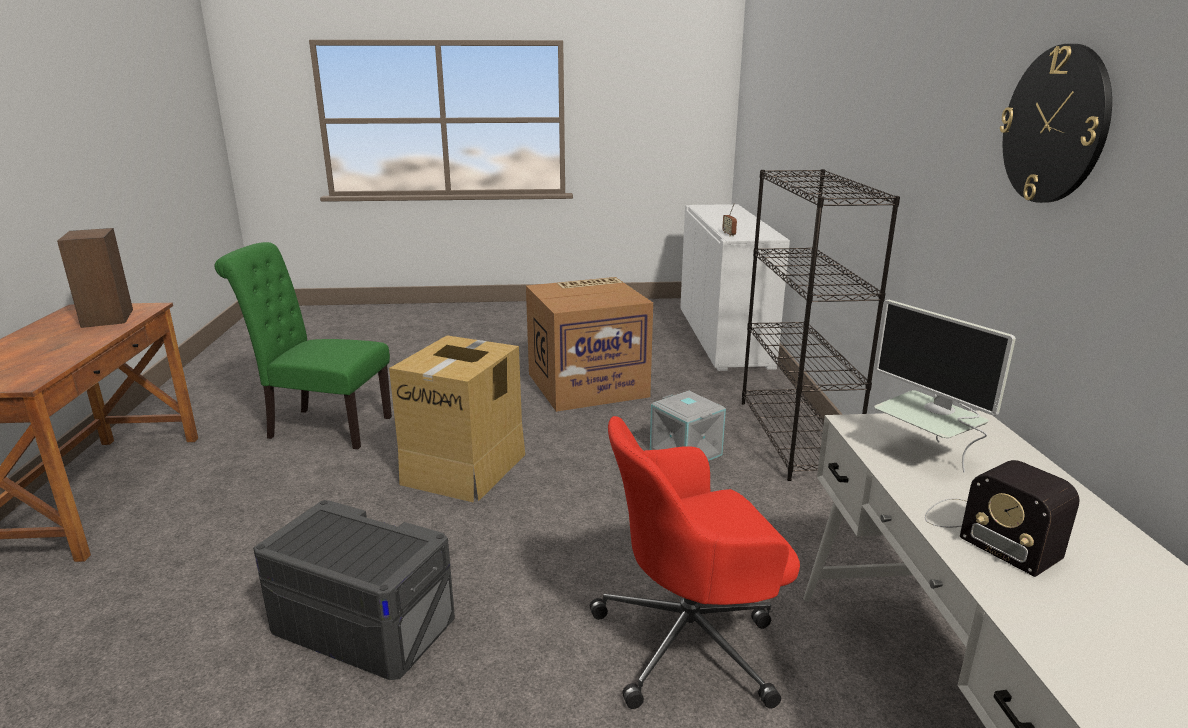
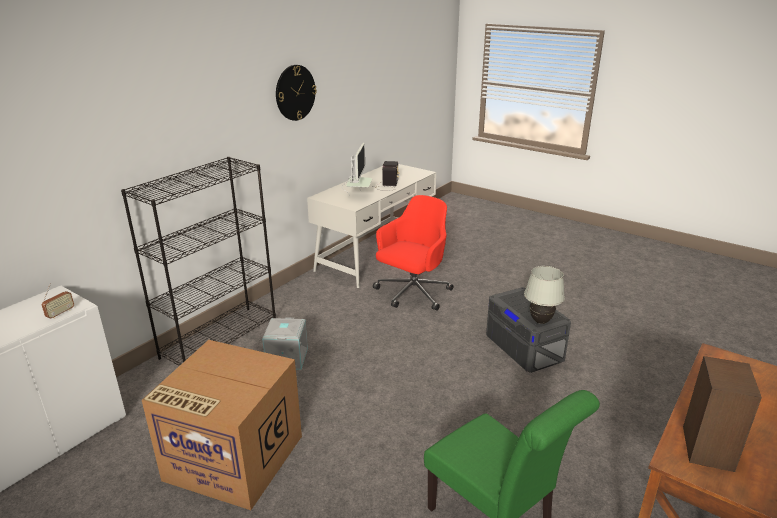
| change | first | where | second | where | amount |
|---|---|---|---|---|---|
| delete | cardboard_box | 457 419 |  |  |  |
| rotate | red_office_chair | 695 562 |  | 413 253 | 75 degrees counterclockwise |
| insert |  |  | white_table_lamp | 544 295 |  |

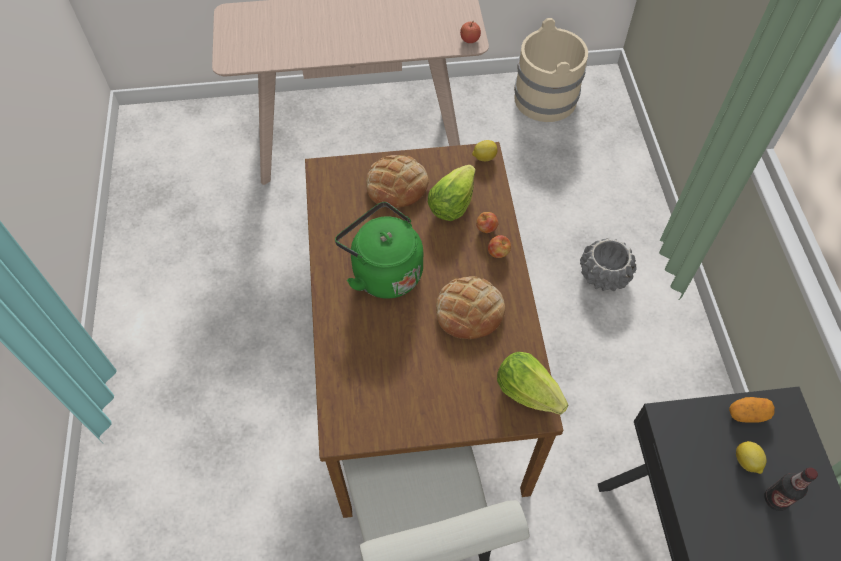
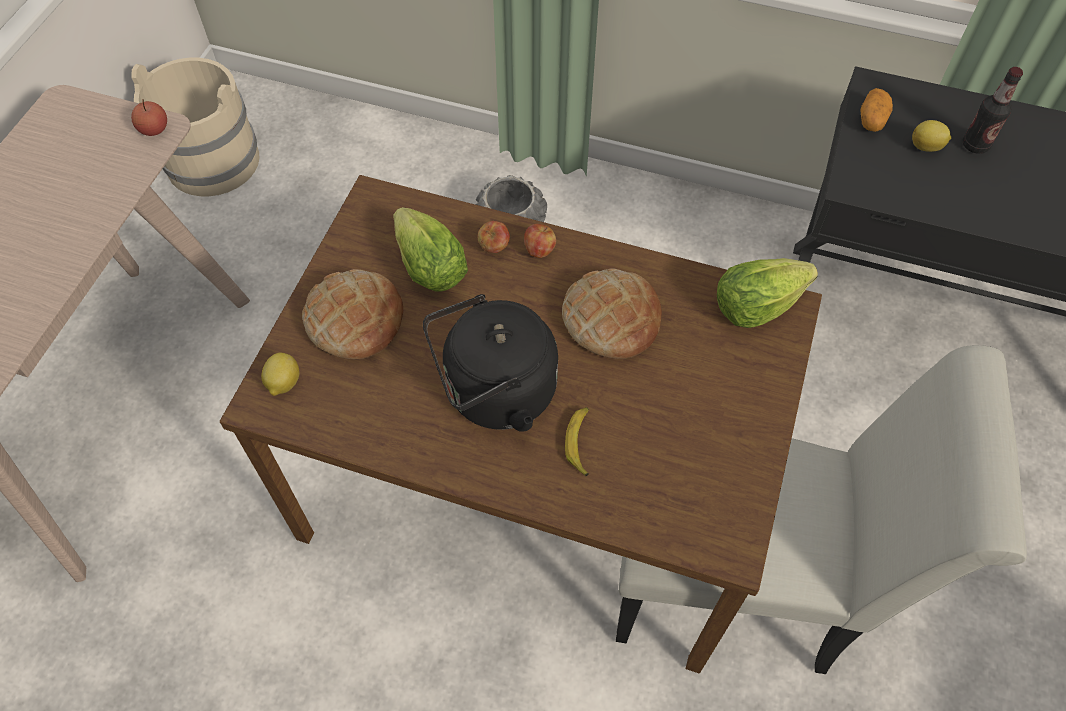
| change | first | where | second | where | amount |
|---|---|---|---|---|---|
| move | lemon | 484 150 |  | 280 374 |  |
| recolor | green_kettle | 379 250 | black_kettle | 490 363 |  |
| insert |  |  | banana | 577 441 |  |

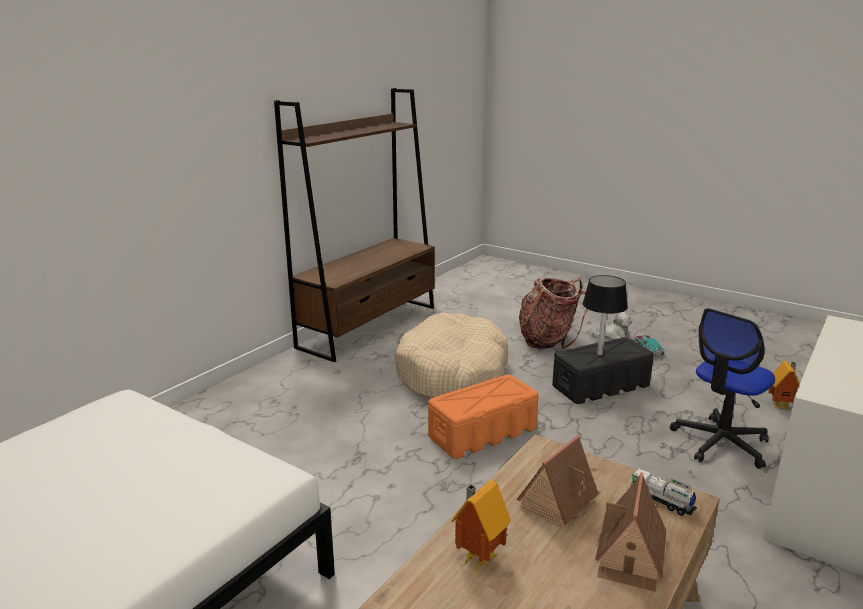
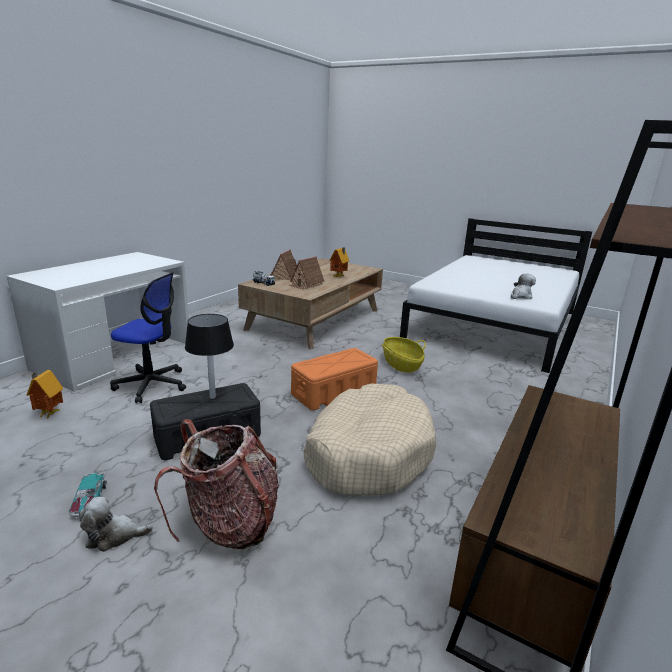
| change | first | where | second | where | amount |
|---|---|---|---|---|---|
| rotate | office_chair | 722 388 |  | 148 337 | 60 degrees clockwise |
| insert |  |  | plush_toy | 523 286 |  |
| insert |  |  | basket | 403 355 |  |

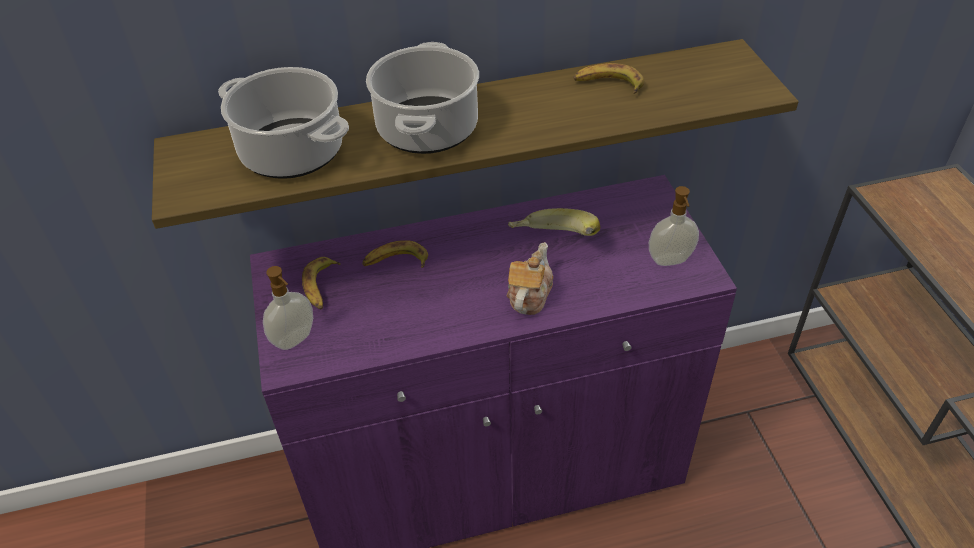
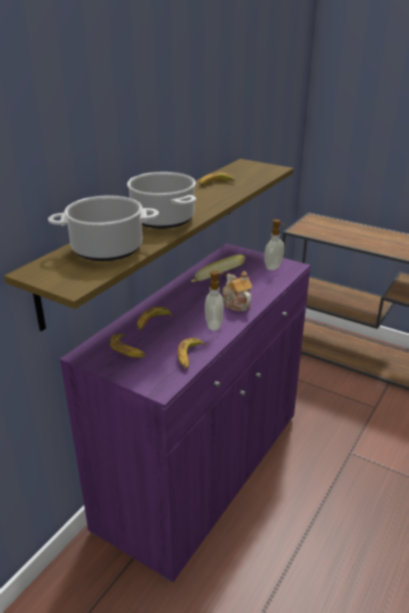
| change | first | where | second | where | amount |
|---|---|---|---|---|---|
| move | soap_dispenser | 288 308 |  | 216 300 |  |
| insert |  |  | banana | 191 353 |  |

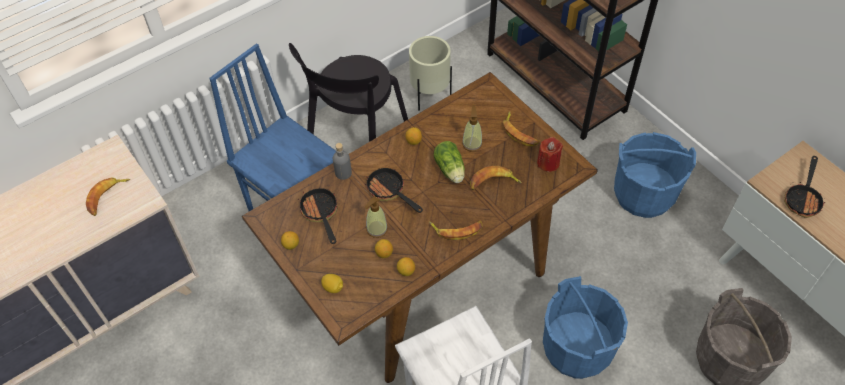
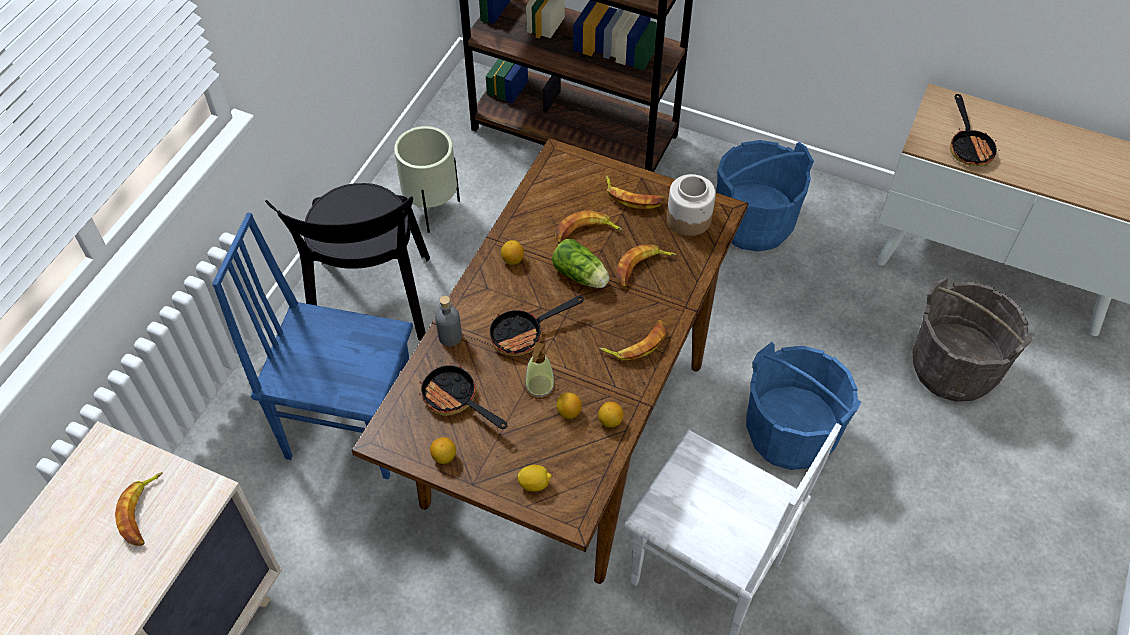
| change | first | where | second | where | amount |
|---|---|---|---|---|---|
| replace | soap_dispenser | 472 128 | banana | 589 227 |  |
| replace | red_candle | 550 154 | jar | 691 205 |  |
| rotate | frying_pan | 394 190 |  | 537 326 | 45 degrees counterclockwise |

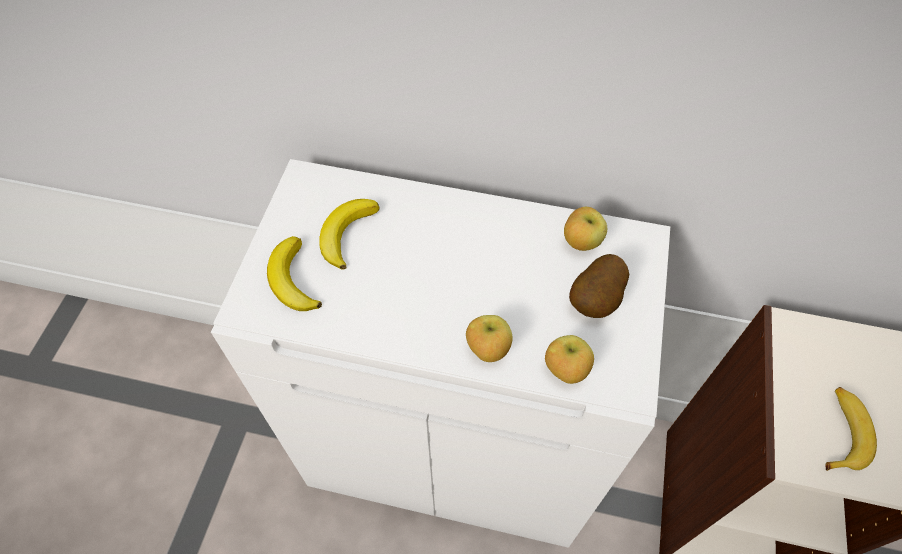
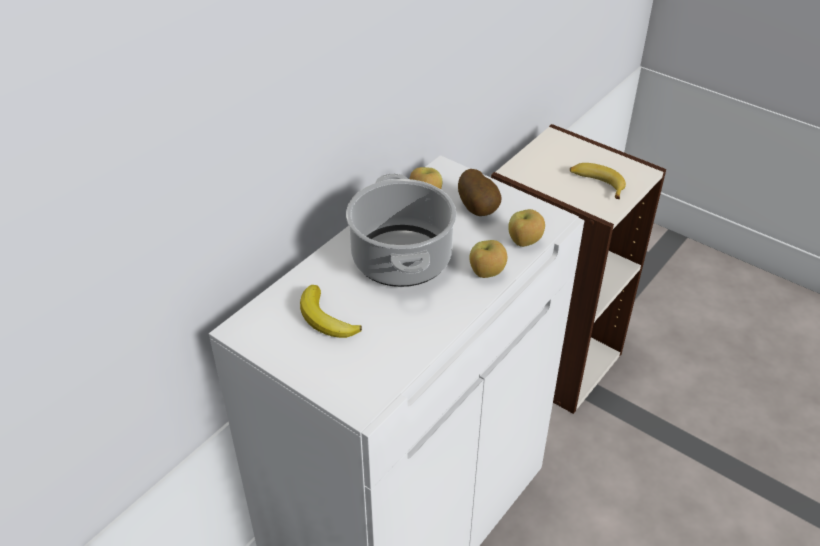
| change | first | where | second | where | amount |
|---|---|---|---|---|---|
| delete | banana | 294 273 |  |  |  |
| insert |  |  | cooking_pot | 401 230 |  |

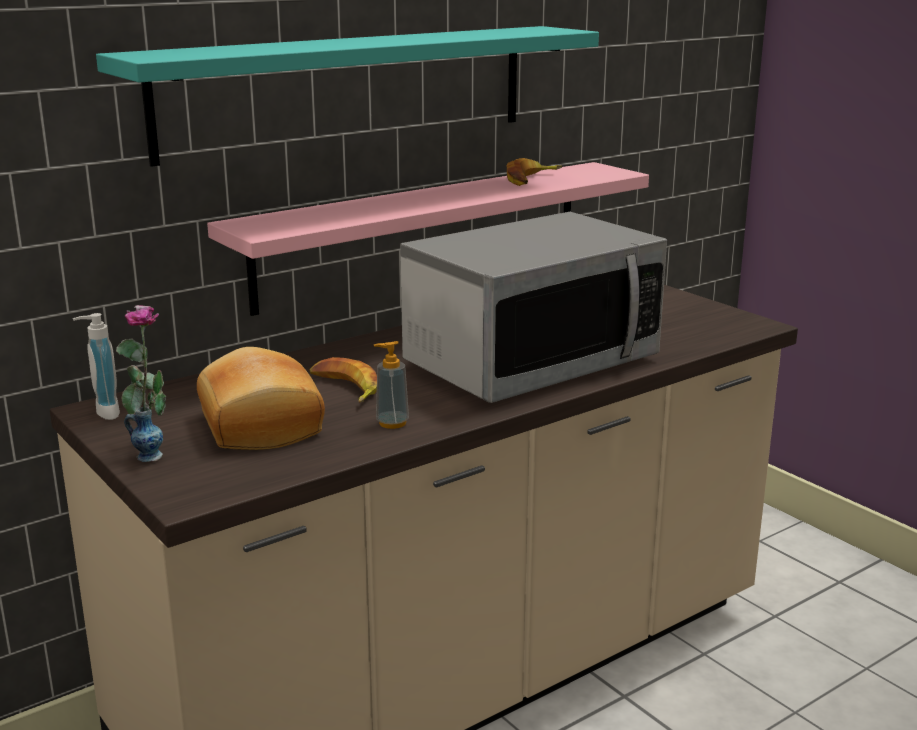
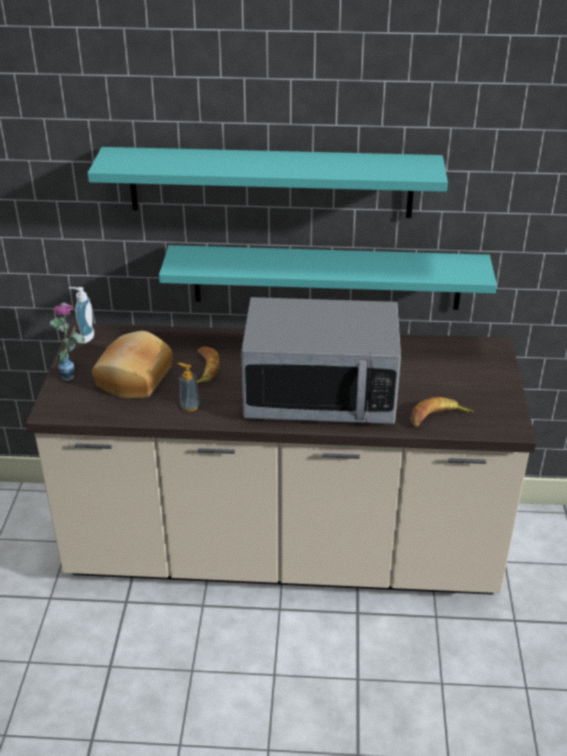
| change | first | where | second | where | amount |
|---|---|---|---|---|---|
| move | banana | 534 172 |  | 442 412 |  |
| recolor | pink_shelf | 428 239 | turquoise_shelf | 328 277 |  |

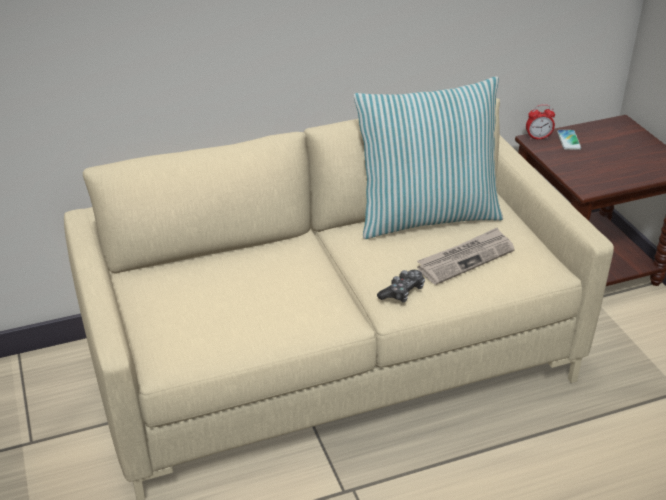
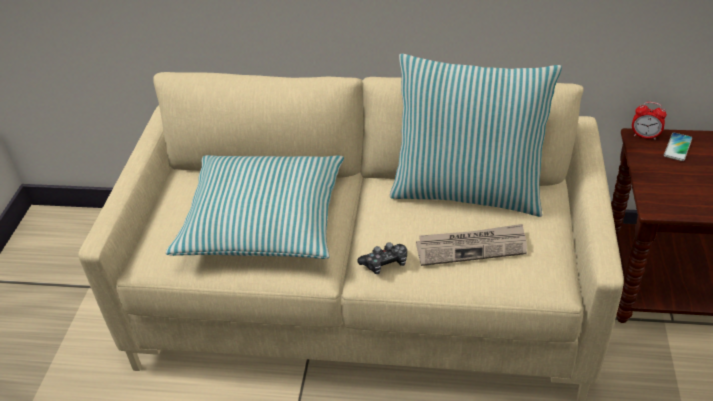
| change | first | where | second | where | amount |
|---|---|---|---|---|---|
| insert |  |  | pillow | 255 207 |  |

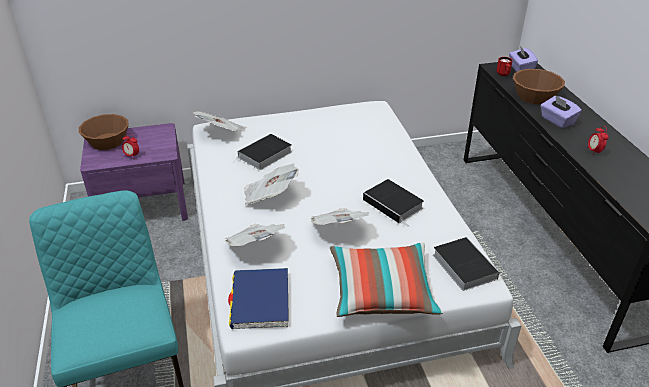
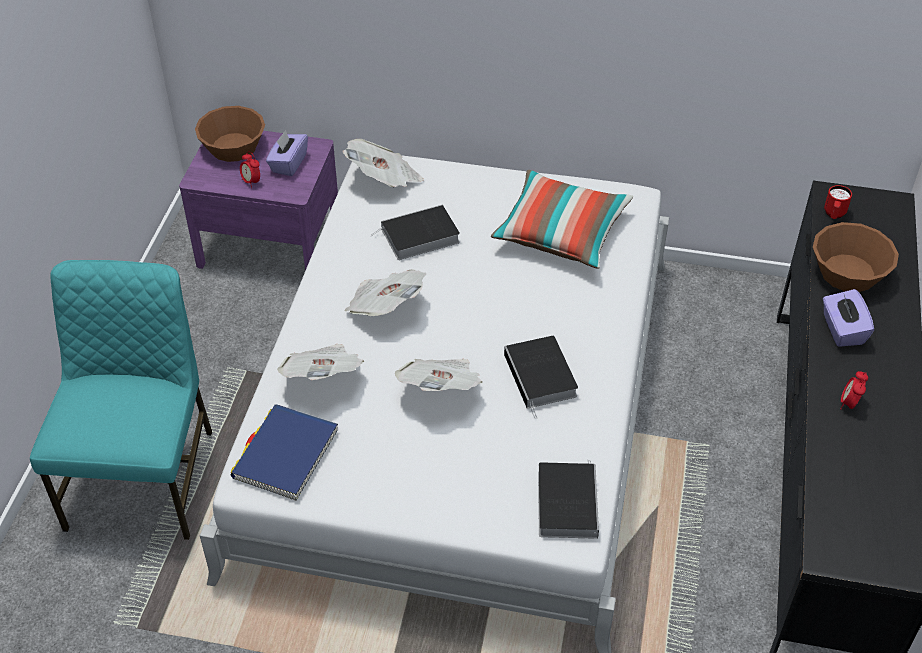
| change | first | where | second | where | amount |
|---|---|---|---|---|---|
| move | purple_tissue_box | 523 59 |  | 287 153 |  |
| move | pillow | 386 279 |  | 562 219 |  |

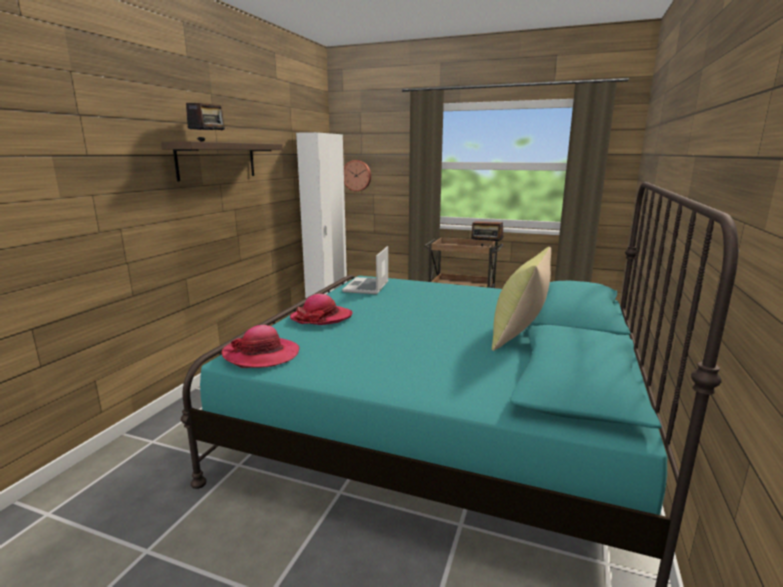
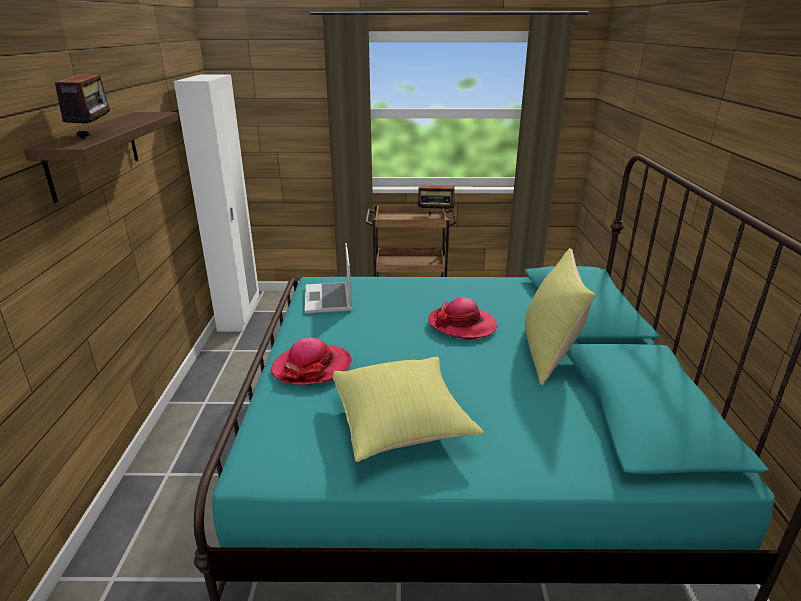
| change | first | where | second | where | amount |
|---|---|---|---|---|---|
| delete | wall_clock | 357 175 |  |  |  |
| move | hat | 260 346 |  | 462 318 |  |
| insert |  |  | yellow_pillow | 408 409 |  |

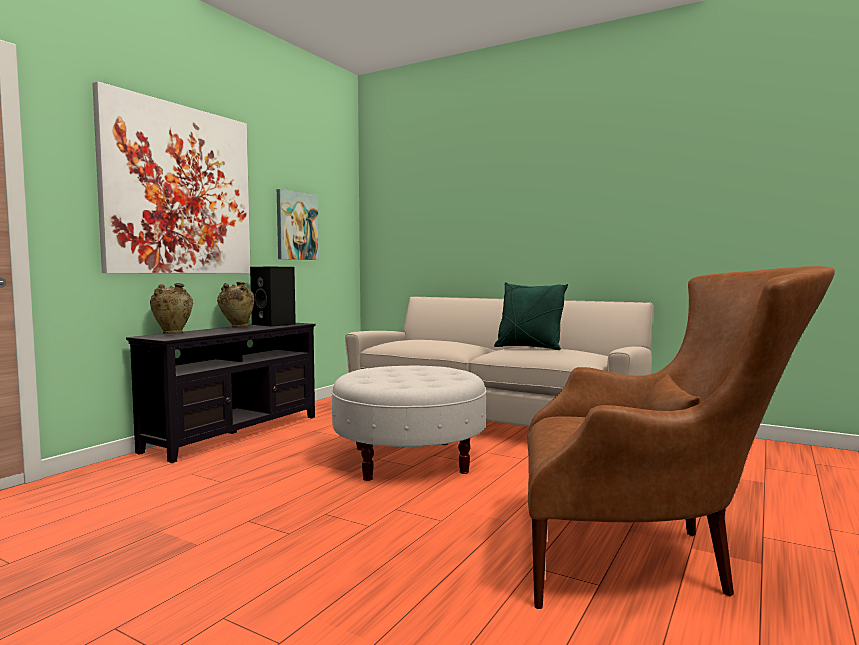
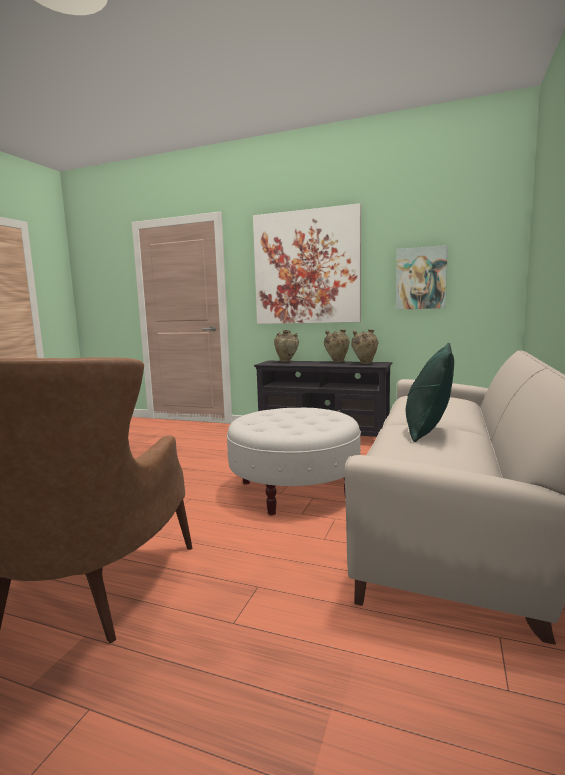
| change | first | where | second | where | amount |
|---|---|---|---|---|---|
| replace | black_speaker | 273 297 | beige_vase | 364 346 |  |

